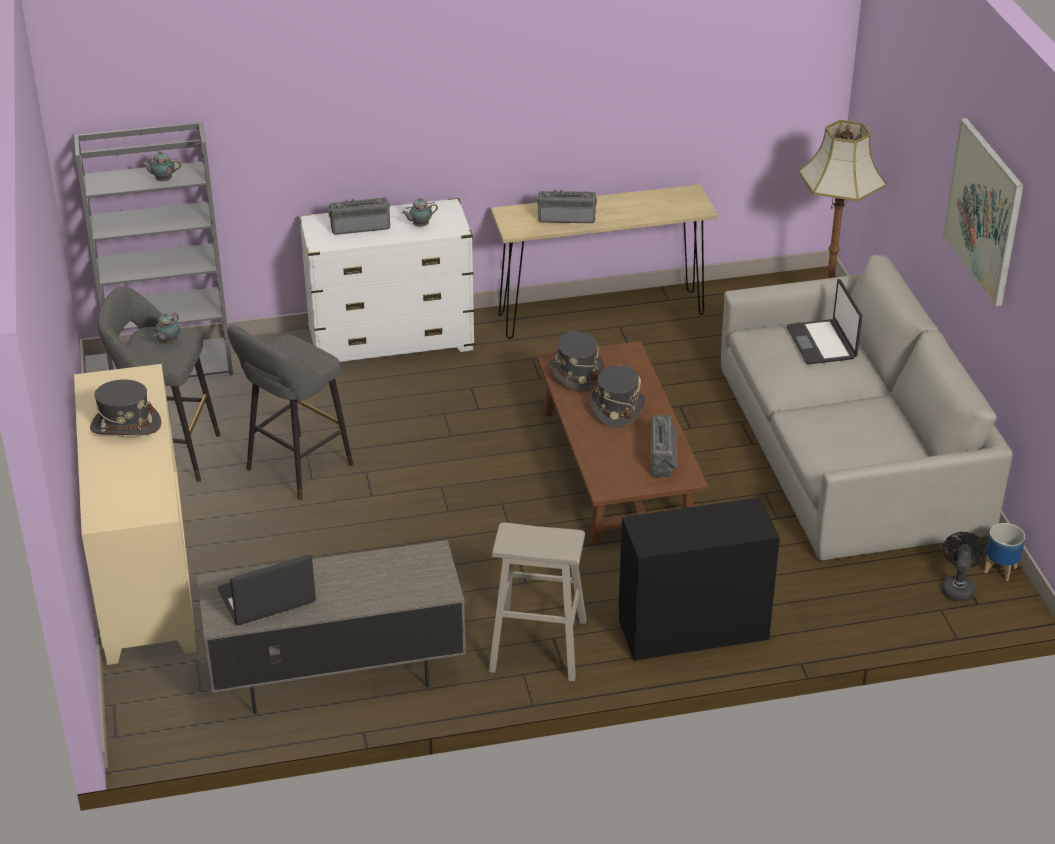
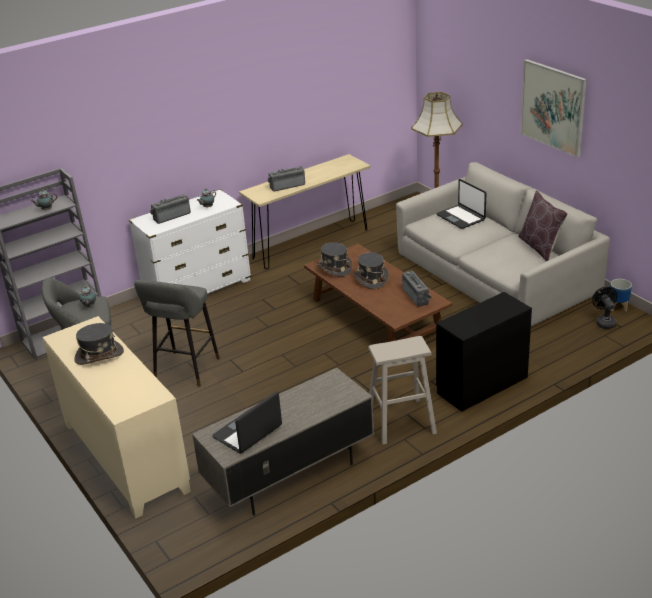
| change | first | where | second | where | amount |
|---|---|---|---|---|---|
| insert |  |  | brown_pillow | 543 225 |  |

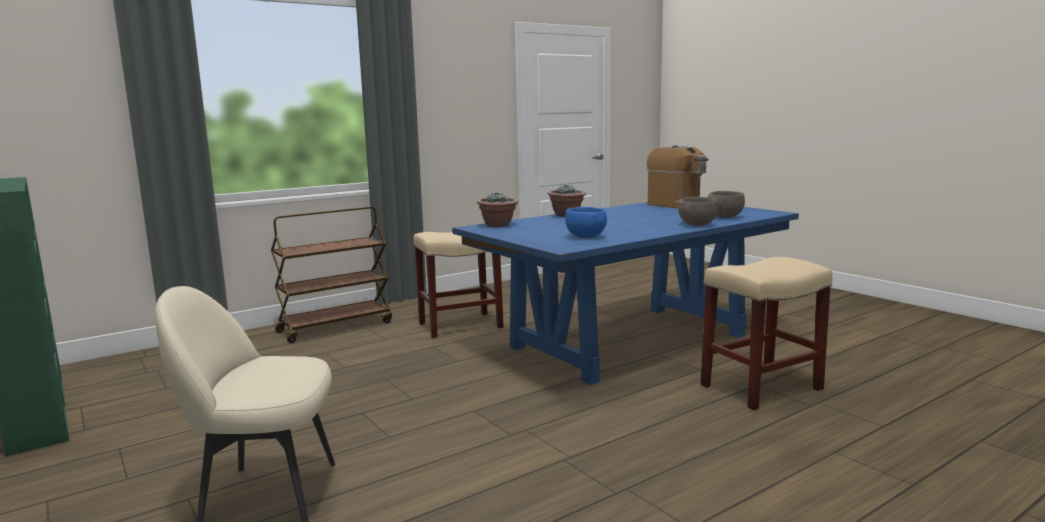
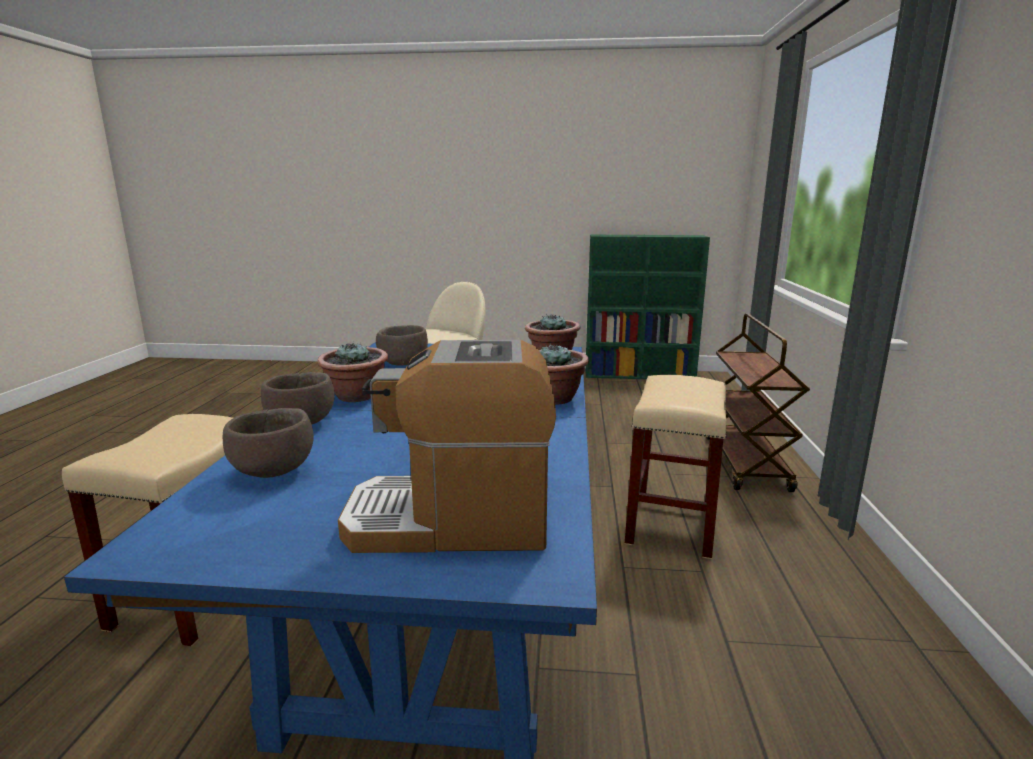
| change | first | where | second | where | amount |
|---|---|---|---|---|---|
| recolor | blue_bowl | 586 222 | brown_bowl | 402 345 |  |
| insert |  |  | potted_plant | 352 372 |  |

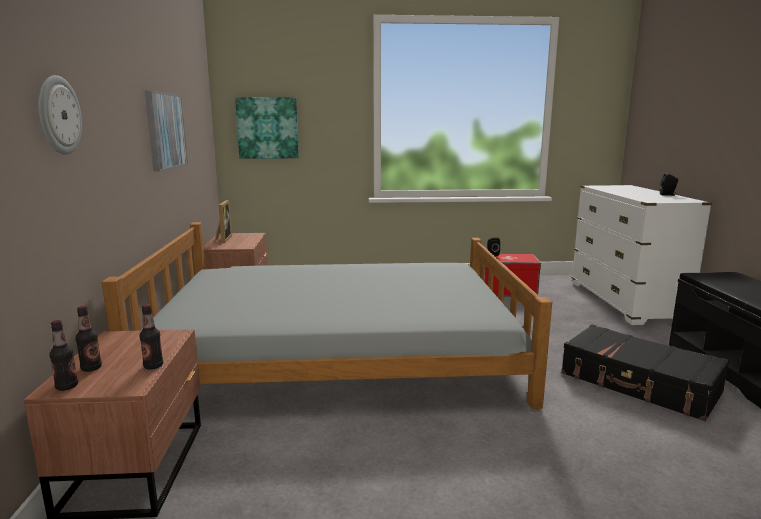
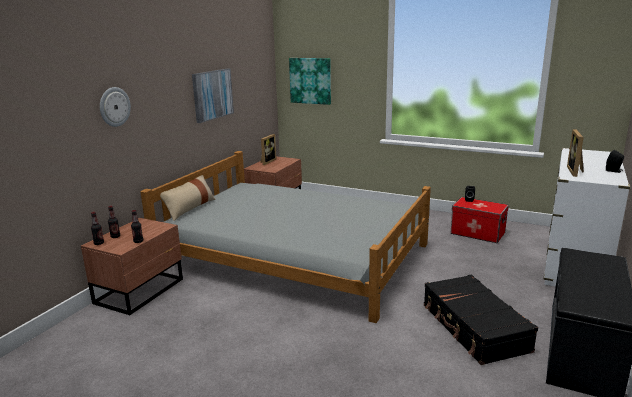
| change | first | where | second | where | amount |
|---|---|---|---|---|---|
| insert |  |  | picture_frame | 575 153 |  |
| insert |  |  | beige_pillow | 188 198 |  |

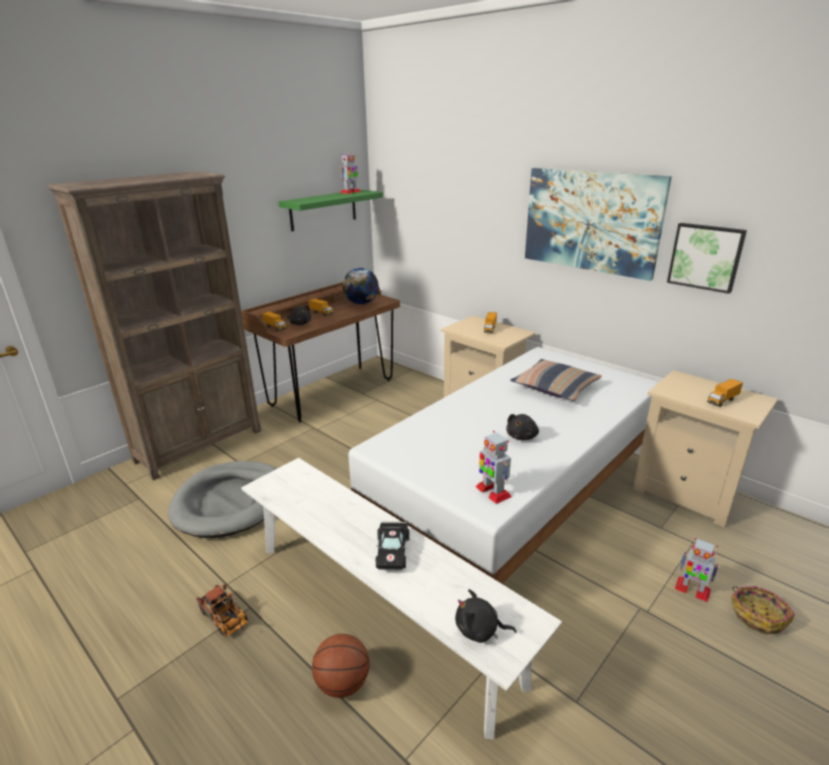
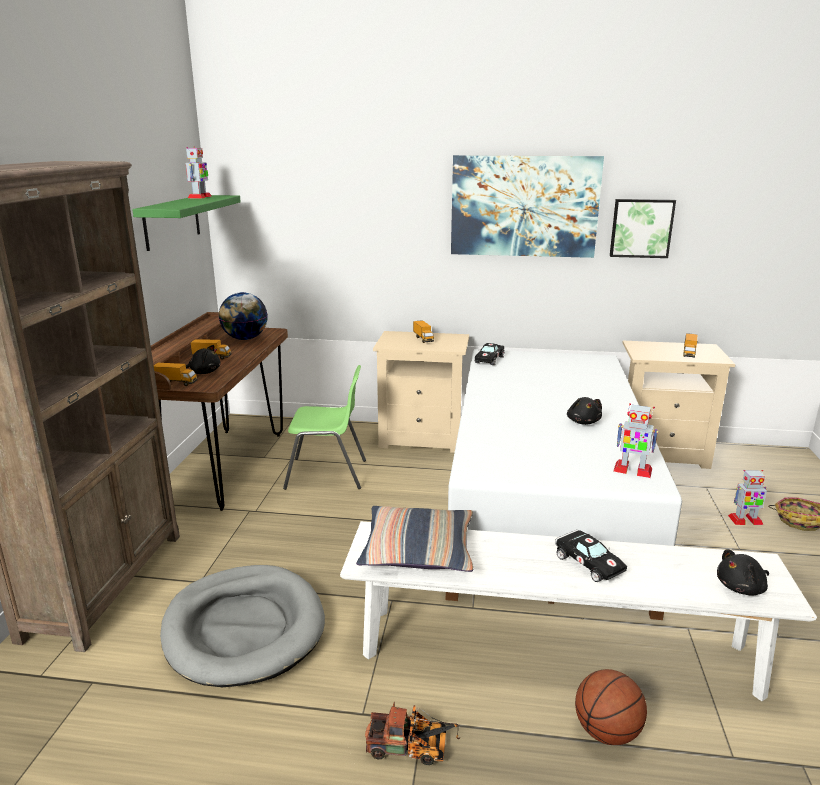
| change | first | where | second | where | amount |
|---|---|---|---|---|---|
| move | pillow | 556 380 |  | 415 539 |  |
| insert |  |  | black_toy_car | 490 354 |  |
| insert |  |  | green_chair | 324 427 |  |

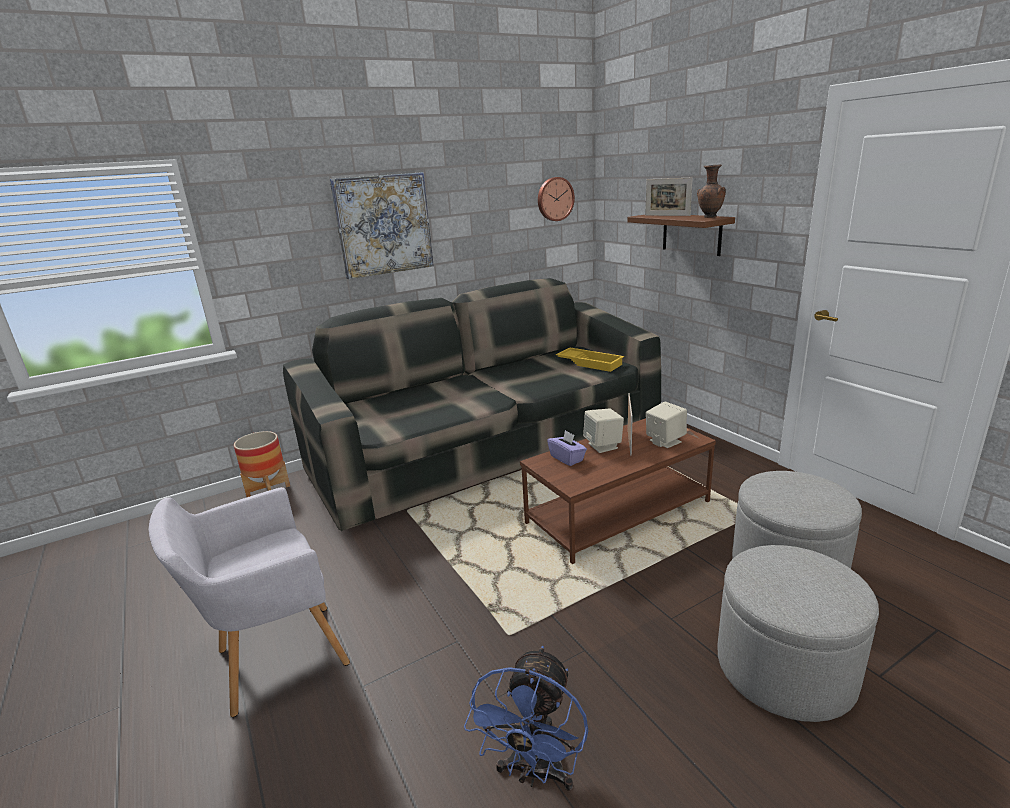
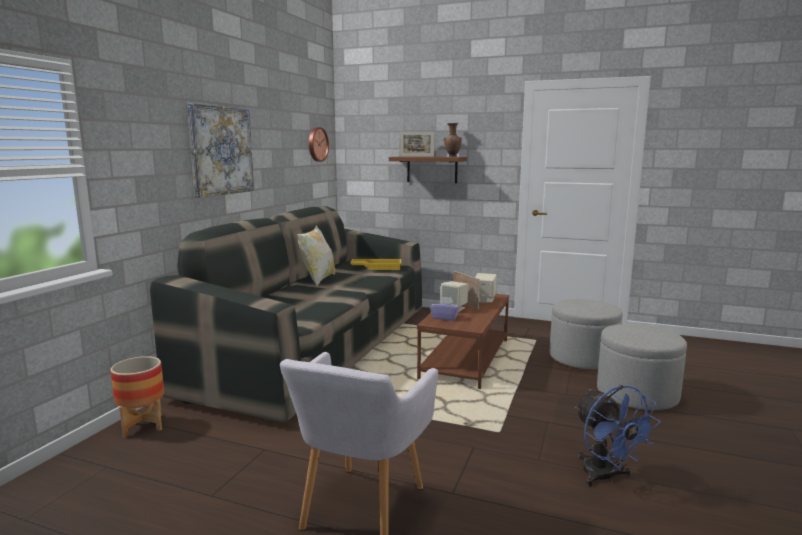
| change | first | where | second | where | amount |
|---|---|---|---|---|---|
| insert |  |  | pillow | 316 255 |  |

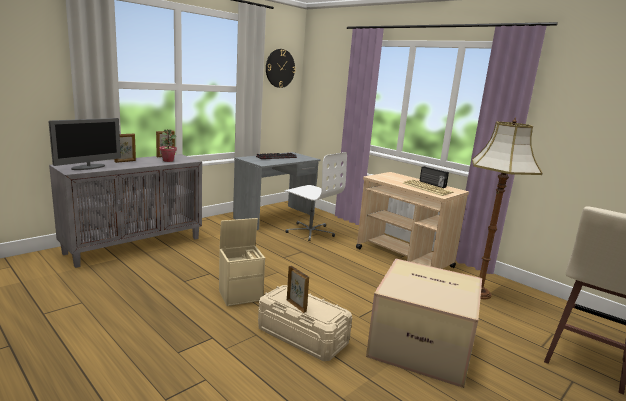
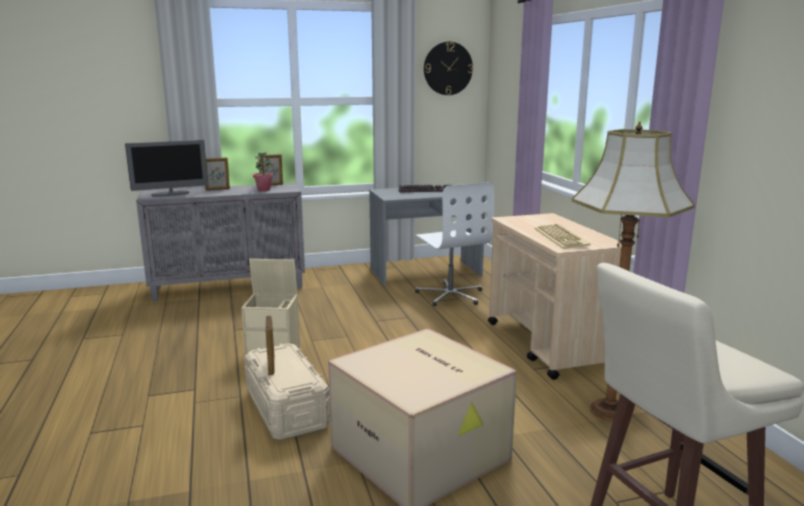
| change | first | where | second | where | amount |
|---|---|---|---|---|---|
| delete | radio | 434 177 |  |  |  |

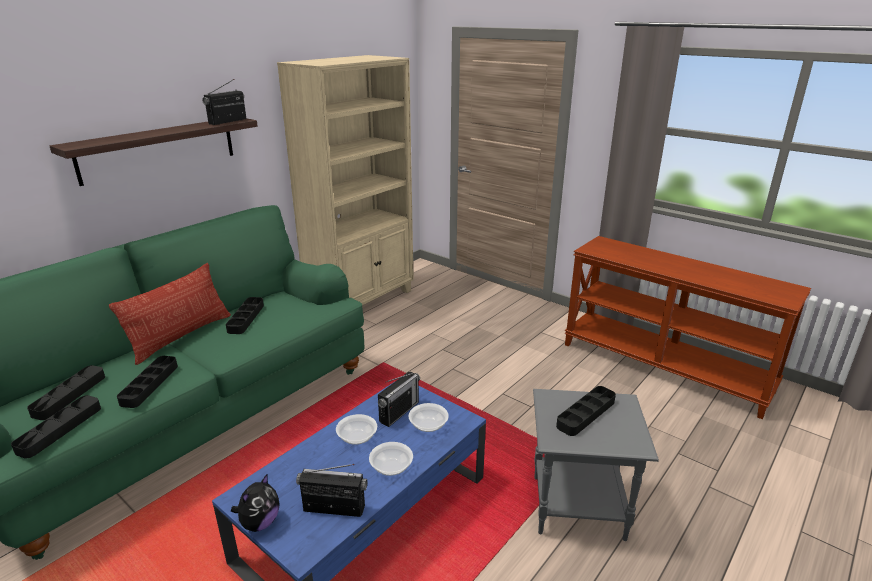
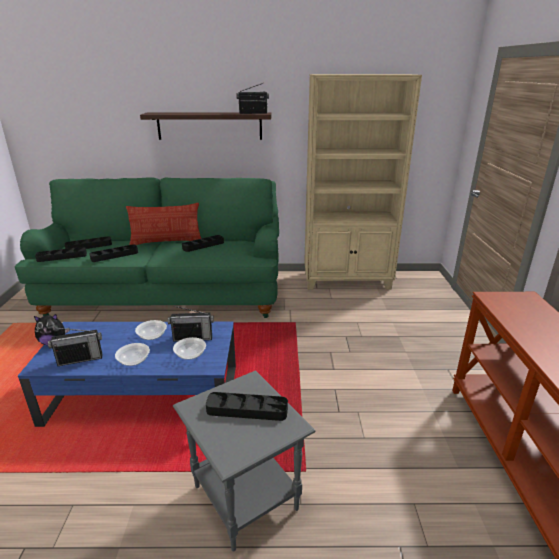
| change | first | where | second | where | amount |
|---|---|---|---|---|---|
| rotate | radio | 331 490 |  | 75 347 | 105 degrees clockwise |

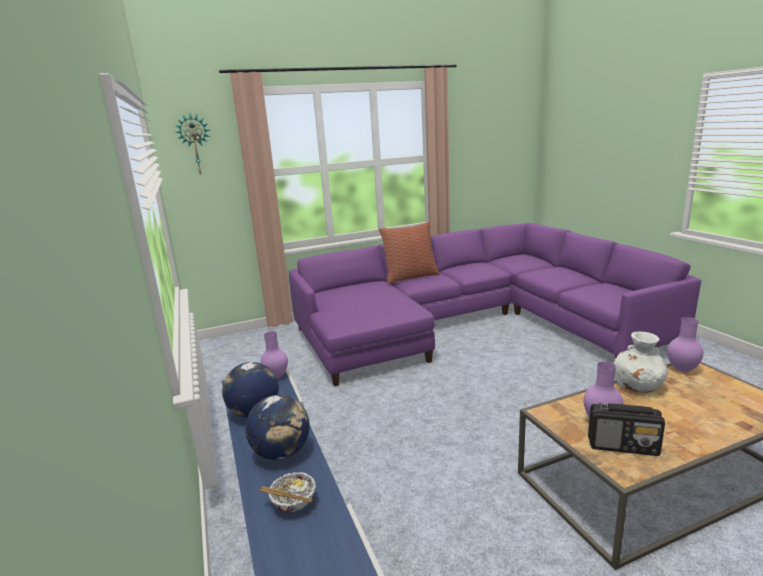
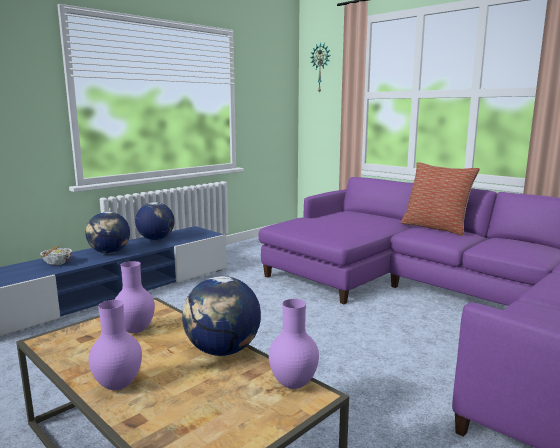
| change | first | where | second | where | amount |
|---|---|---|---|---|---|
| move | purple_vase | 274 354 |  | 115 345 |  |
| replace | white_vase | 641 362 | globe | 221 316 |  |
| delete | radio | 626 429 |  |  |  |

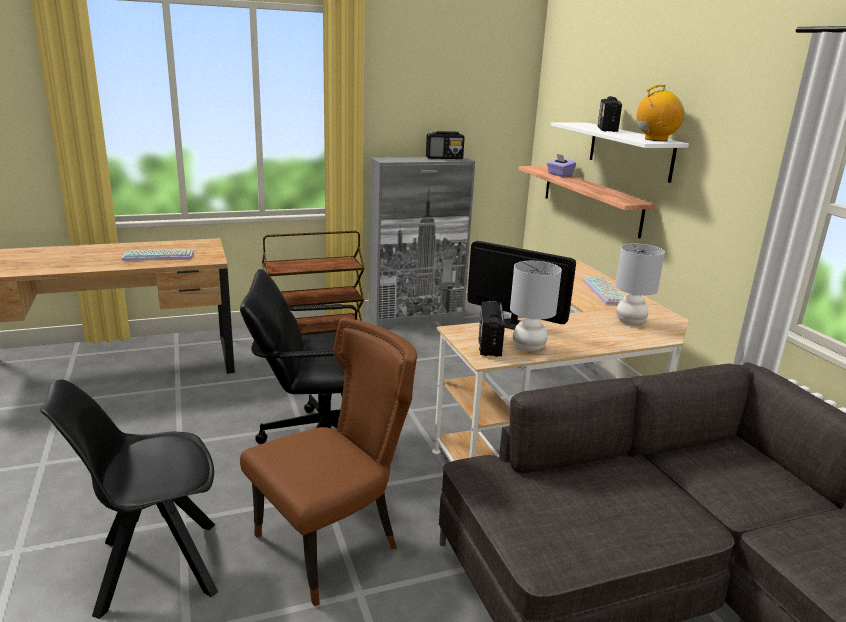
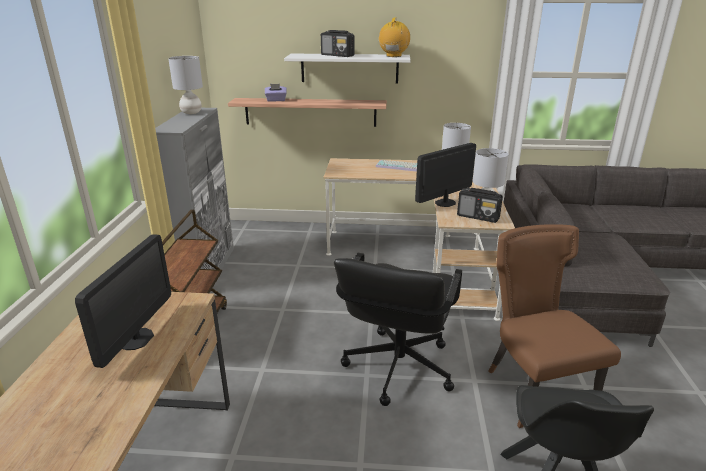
| change | first | where | second | where | amount |
|---|---|---|---|---|---|
| replace | radio | 445 145 | grey_table_lamp | 185 85 |  |
| replace | keyboard | 158 255 | monitor | 123 301 |  |

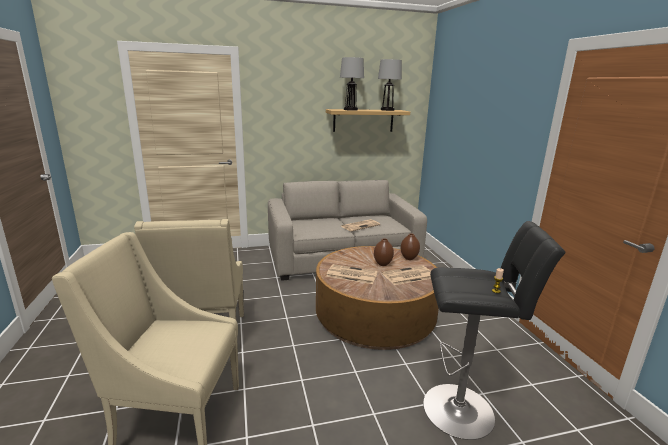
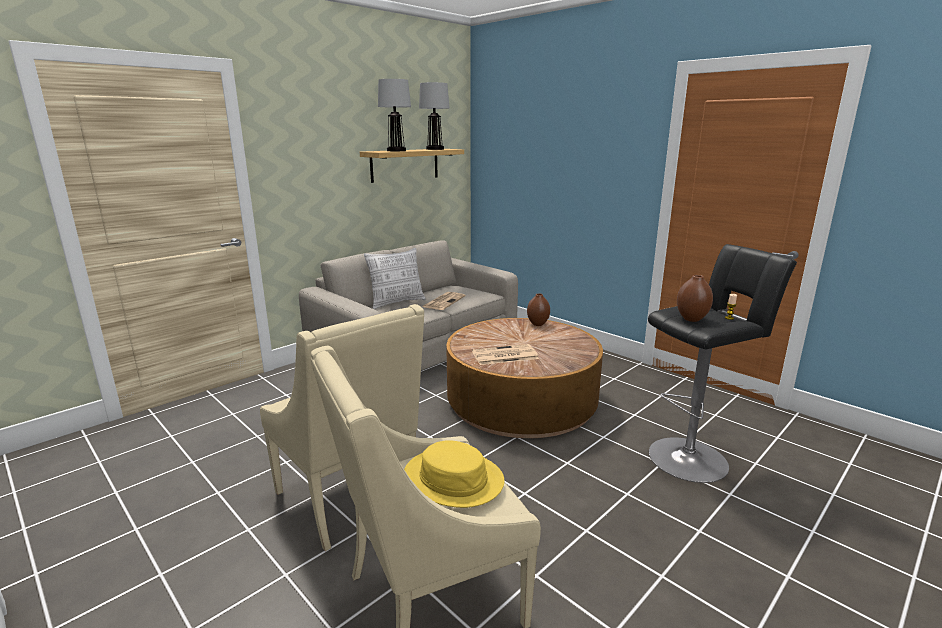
| change | first | where | second | where | amount |
|---|---|---|---|---|---|
| move | brown_vase | 384 252 |  | 695 298 |  |
| delete | newspaper | 406 275 |  |  |  |
| insert |  |  | pillow | 395 278 |  |
| insert |  |  | yellow_hat | 454 474 |  |

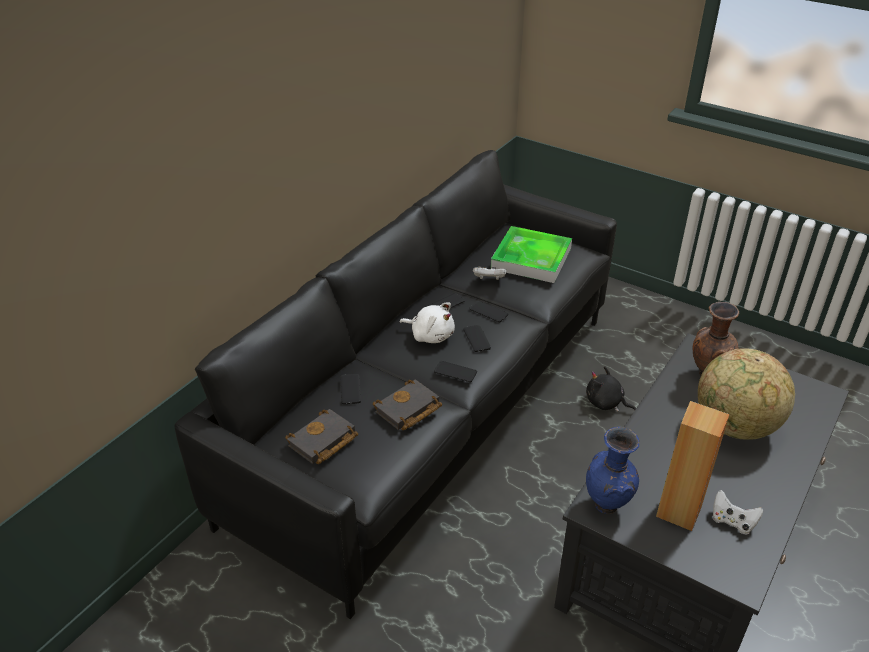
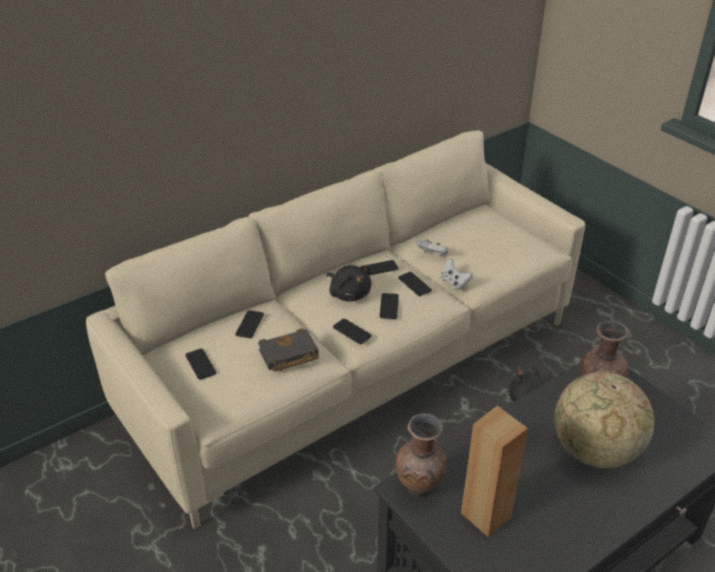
| change | first | where | second | where | amount |
|---|---|---|---|---|---|
| recolor | black_sofa | 395 384 | beige_sofa | 335 329 |  |
| delete | tray | 531 254 |  |  |  |
| recolor | white_plush_toy | 427 322 | black_plush_toy | 349 283 |  |
| replace | black_book | 321 436 | phone | 200 364 |  |
| recolor | blue_vase | 612 470 | brown_vase | 421 455 |  |
| move | white_game_controller | 737 512 |  | 456 274 |  |

